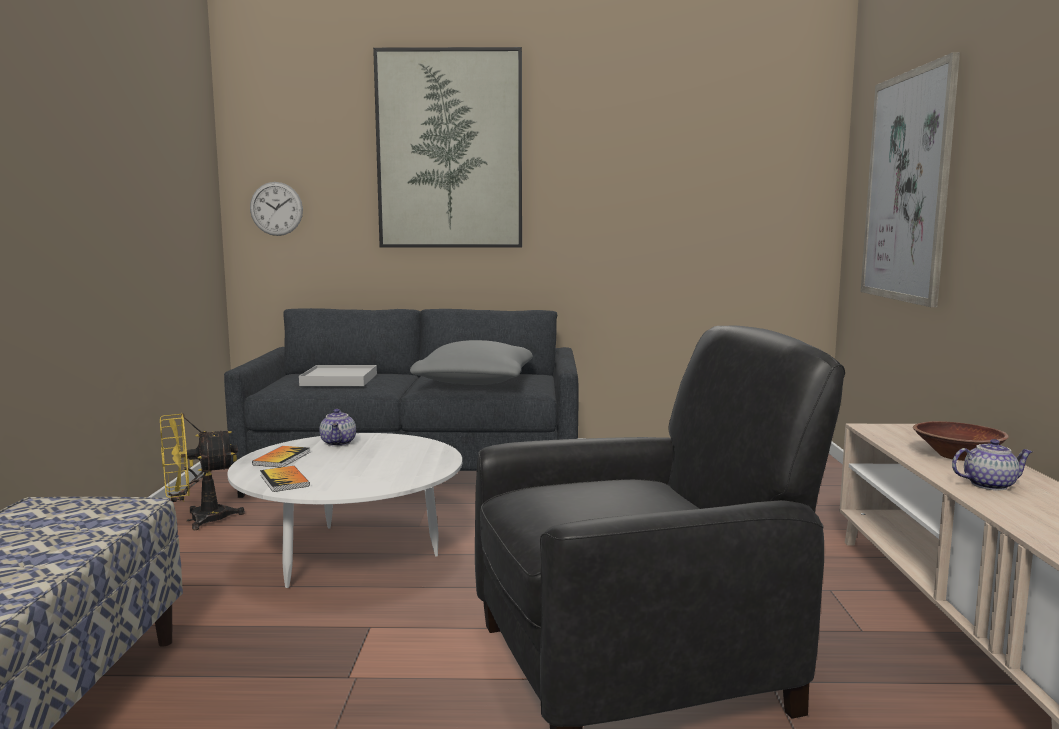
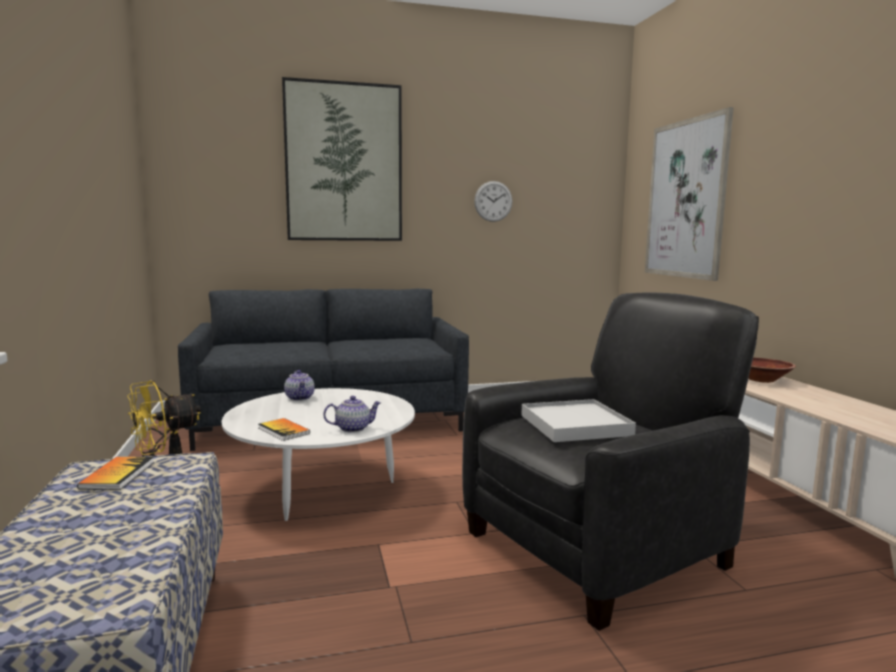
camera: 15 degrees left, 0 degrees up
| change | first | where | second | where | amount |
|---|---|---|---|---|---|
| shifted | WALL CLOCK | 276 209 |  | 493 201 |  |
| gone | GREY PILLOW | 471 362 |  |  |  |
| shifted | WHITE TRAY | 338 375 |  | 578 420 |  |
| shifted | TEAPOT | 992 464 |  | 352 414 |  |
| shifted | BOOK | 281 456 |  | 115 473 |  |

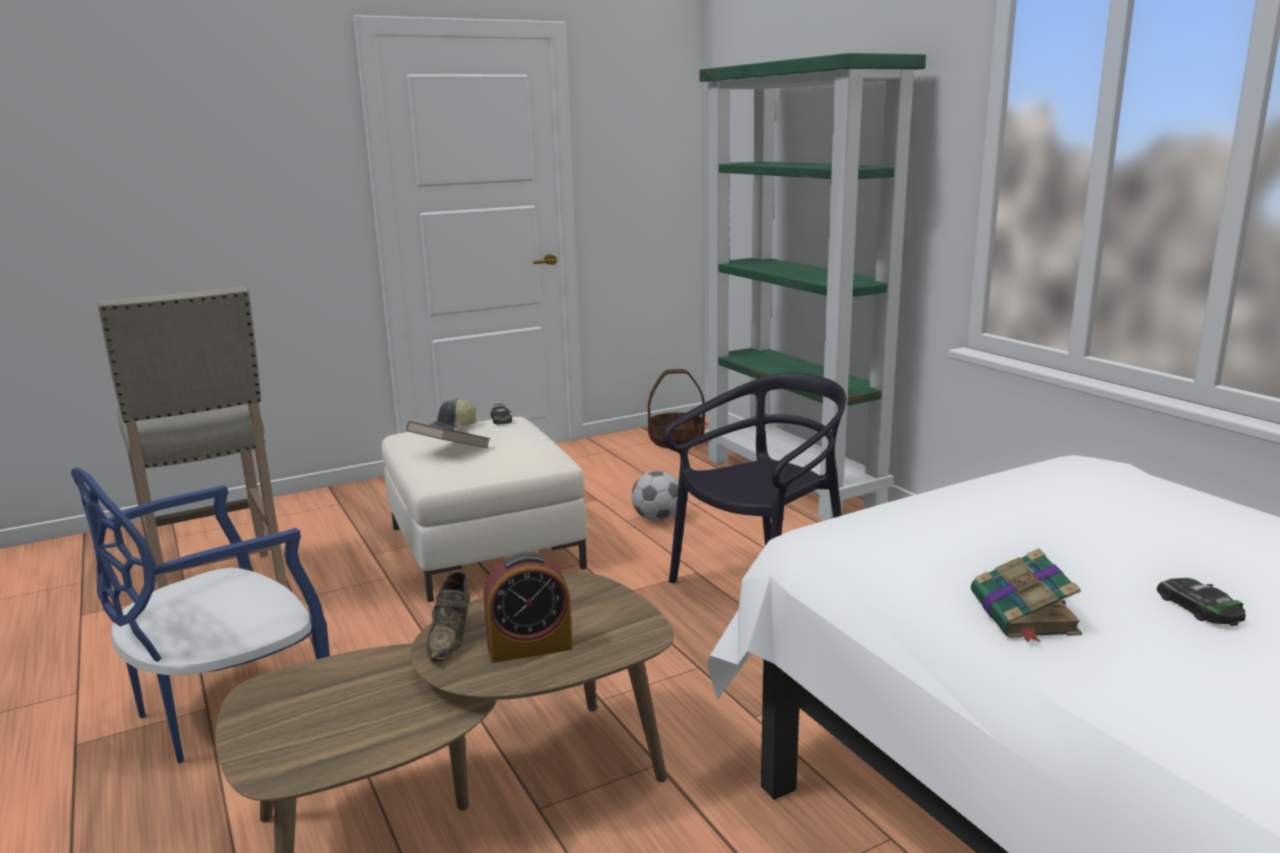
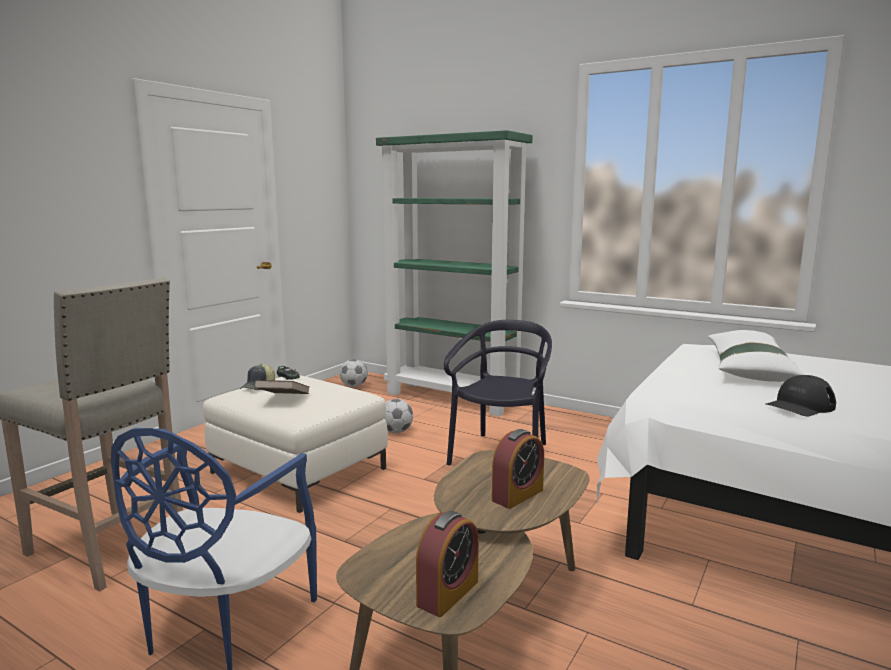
camera: 30 degrees left, 5 degrees down
| change | first | where | second | where | amount |
|---|---|---|---|---|---|
| swapped | BASKET | 676 408 | FOOTBALL | 354 373 |  |
| swapped | BOOK | 1026 595 | BLACK CAP | 800 396 |  |
| gone | BROWN SHOE | 448 617 |  |  |  |
| gone | TOY CAR | 1201 602 |  |  |  |
| new |  |  | WHITE PILLOW | 756 356 |  |
| new |  |  | ALARM CLOCK | 447 564 |  |

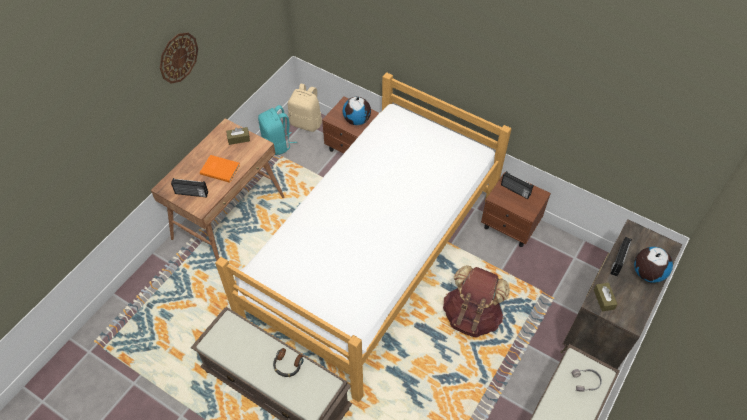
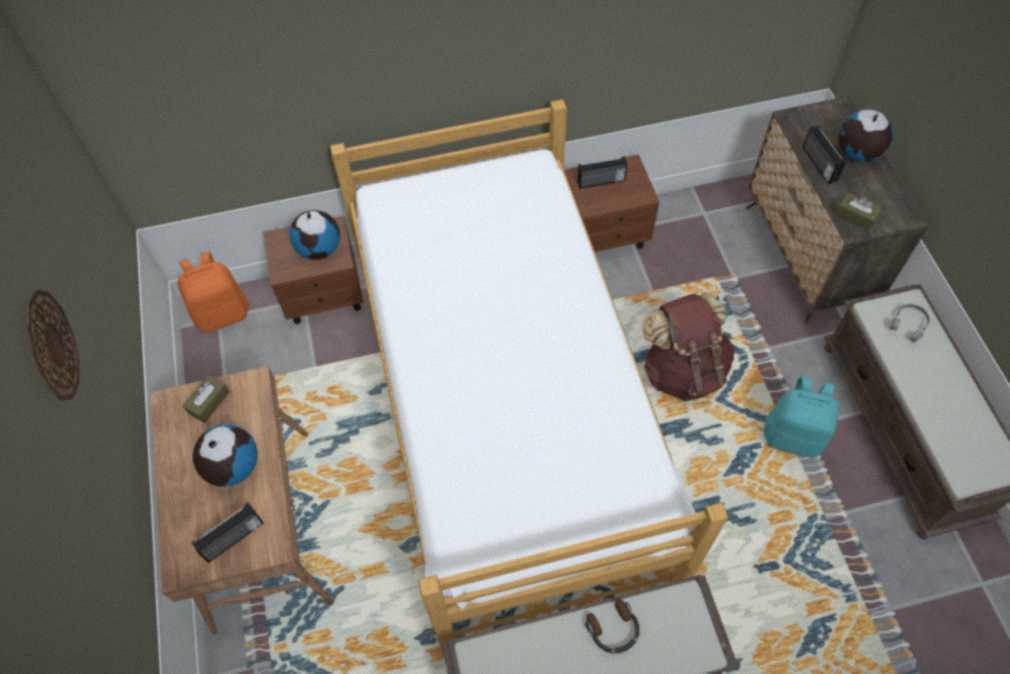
camera: 45 degrees left, 5 degrees up
| change | first | where | second | where | amount |
|---|---|---|---|---|---|
| repainted | BEIGE BACKPACK | 305 107 | ORANGE BACKPACK | 213 292 |  |
| shifted | TURQUOISE BACKPACK | 277 130 |  | 802 417 |  |
| swapped | ORANGE BOOK | 220 169 | GLOBE | 225 455 |  |

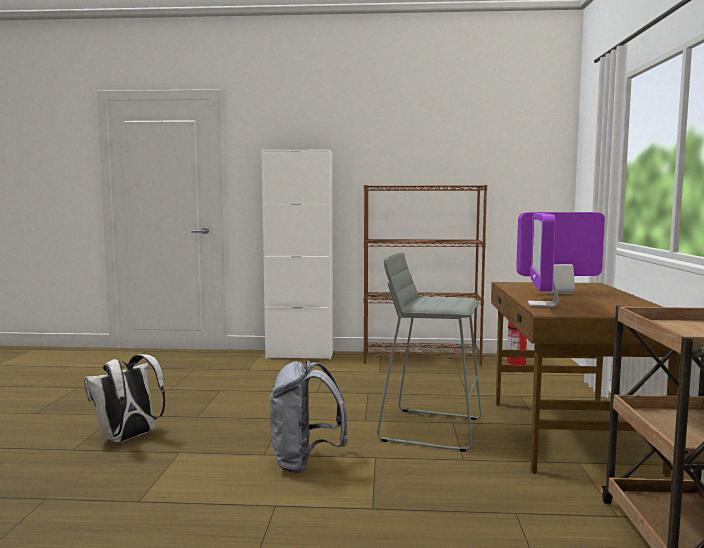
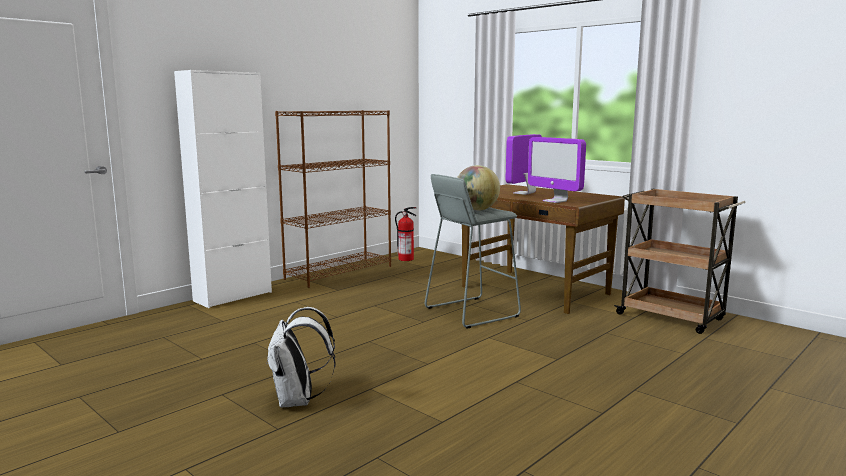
camera: 50 degrees left, 5 degrees up
| change | first | where | second | where | amount |
|---|---|---|---|---|---|
| gone | GREY BACKPACK | 308 416 |  |  |  |
| new |  |  | GLOBE | 478 188 |  |

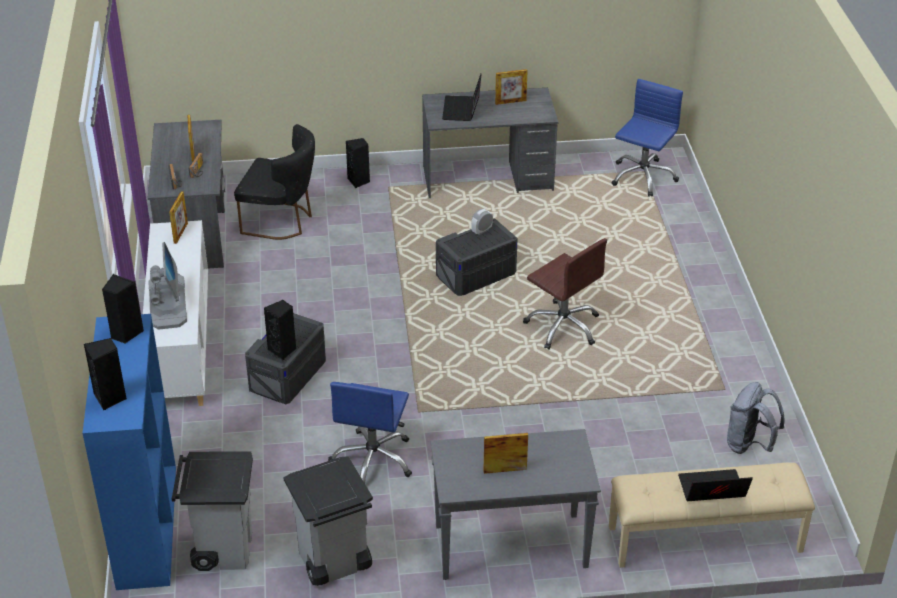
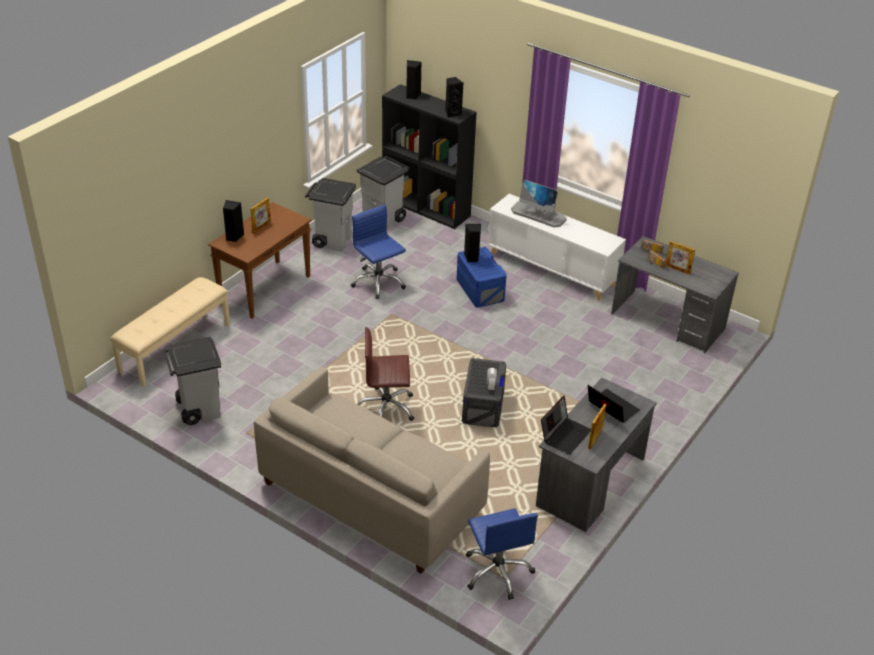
camera: 130 degrees right, 0 degrees up
| change | first | where | second | where | amount |
|---|---|---|---|---|---|
| gone | BLACK CHAIR | 274 182 |  |  |  |
| shifted | BLACK SPEAKER | 358 163 |  | 233 221 |  |
| gone | PICTURE FRAME | 178 217 |  |  |  |
| repainted | GREY STORAGE BOX | 285 358 | BLUE STORAGE BOX | 481 277 |  |
| repainted | BLUE BOOKCASE | 129 452 | BLACK BOOKCASE | 429 156 |  |
| swapped | GREY BACKPACK | 756 418 | GREY TRASH CAN | 192 381 |  |
| repainted | GREY CONSOLE TABLE | 516 504 | BROWN CONSOLE TABLE | 260 260 |  |
| shifted | LAPTOP | 715 485 |  | 566 425 |  |
| new |  |  | BEIGE SOFA | 372 470 |  |

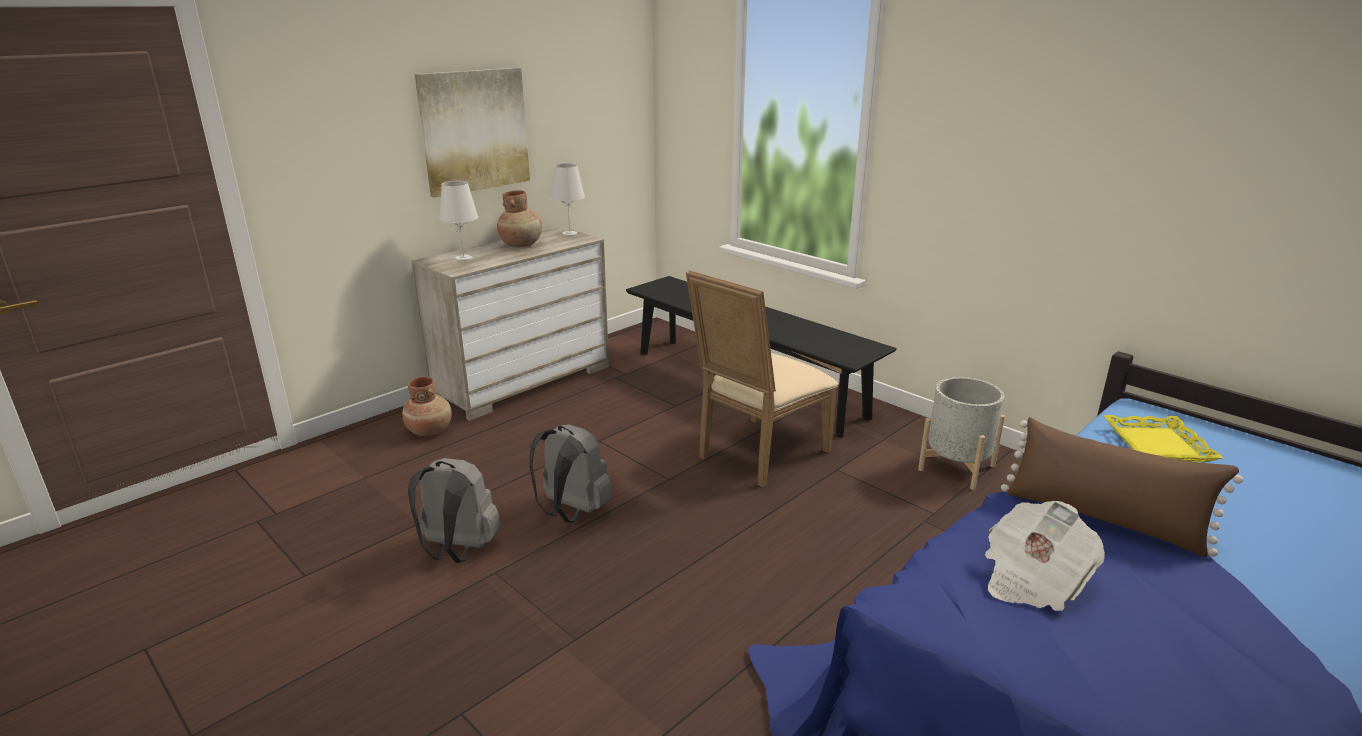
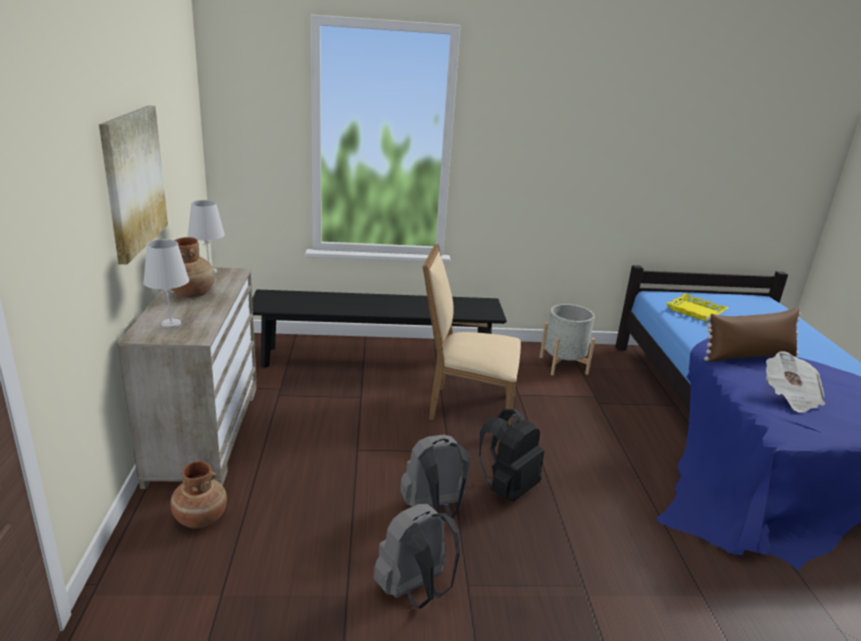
camera: 50 degrees left, 0 degrees up
| change | first | where | second | where | amount |
|---|---|---|---|---|---|
| rotated | BEIGE CHAIR | 762 379 |  | 472 334 | 105 degrees clockwise |
| new |  |  | BLACK BACKPACK | 511 455 |  |

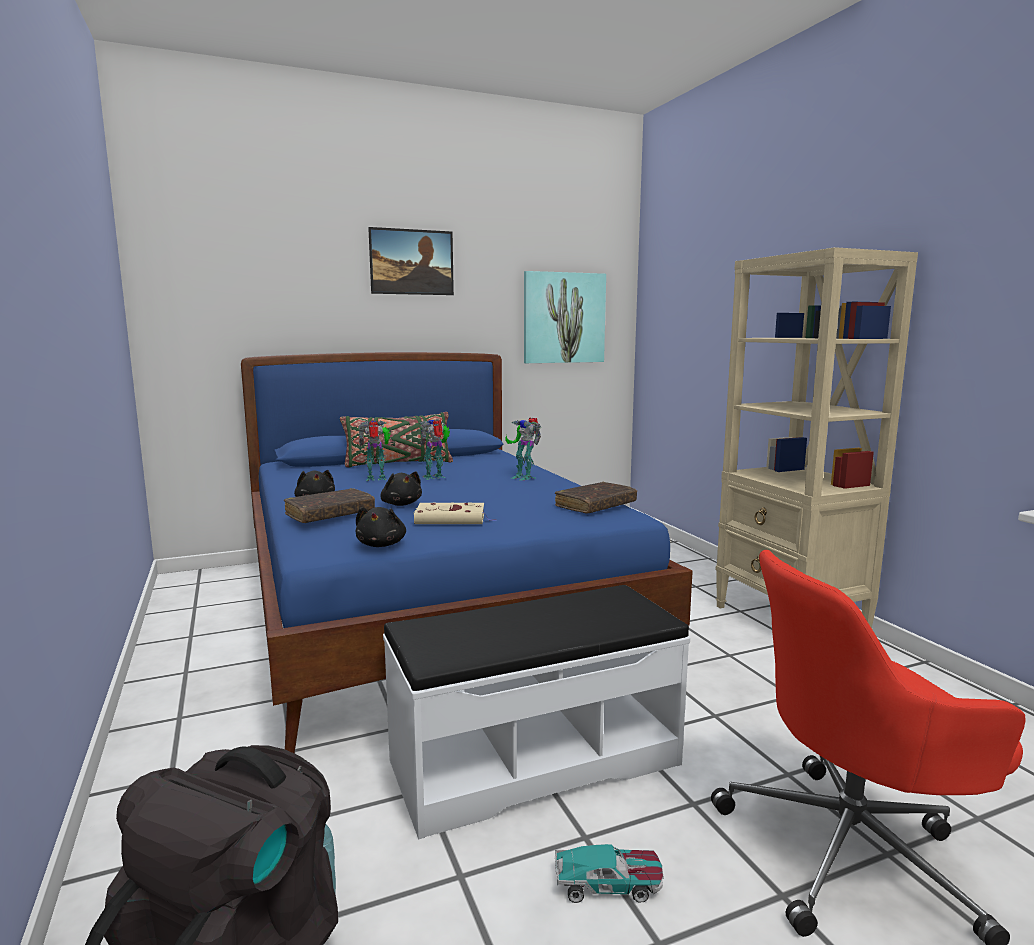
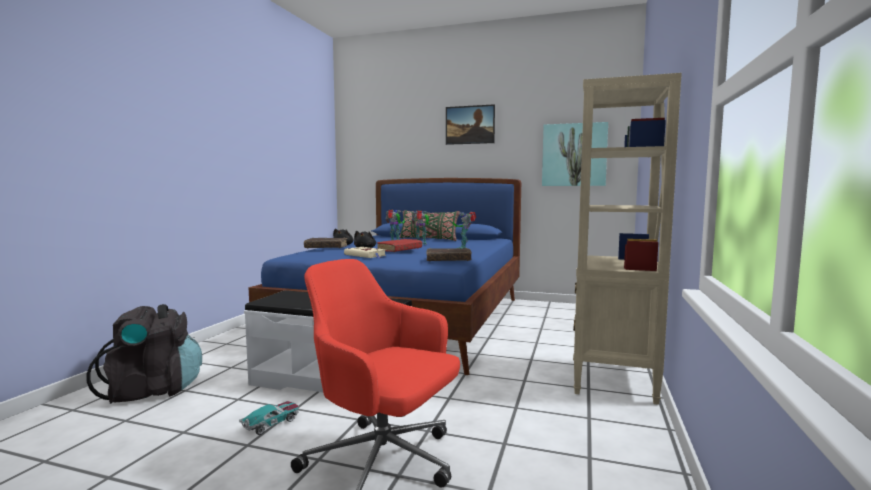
camera: 40 degrees right, 5 degrees down
| change | first | where | second | where | amount |
|---|---|---|---|---|---|
| gone | BLACK PLUSH TOY | 381 527 |  |  |  |
| rotated | TOY CAR | 609 873 |  | 269 418 | 90 degrees counterclockwise |
| new |  |  | RED BOOK | 399 245 |  |

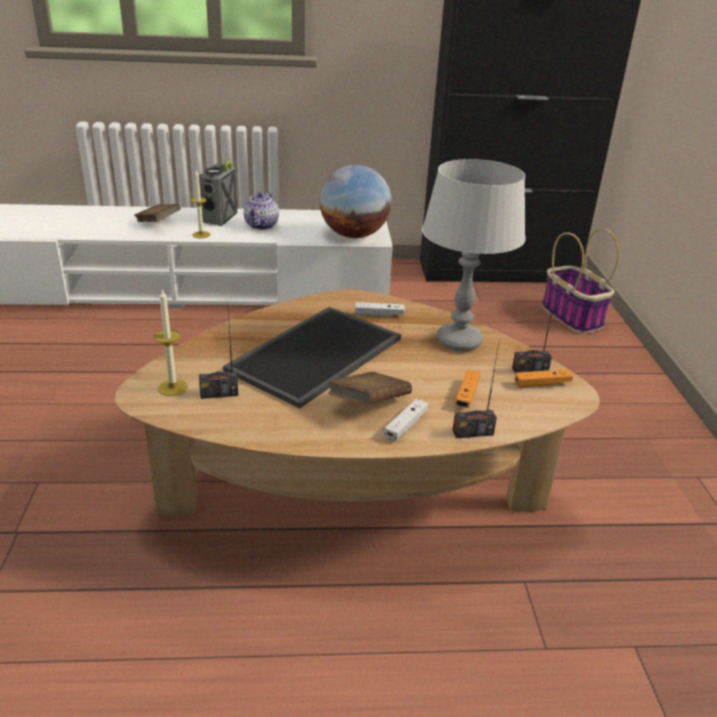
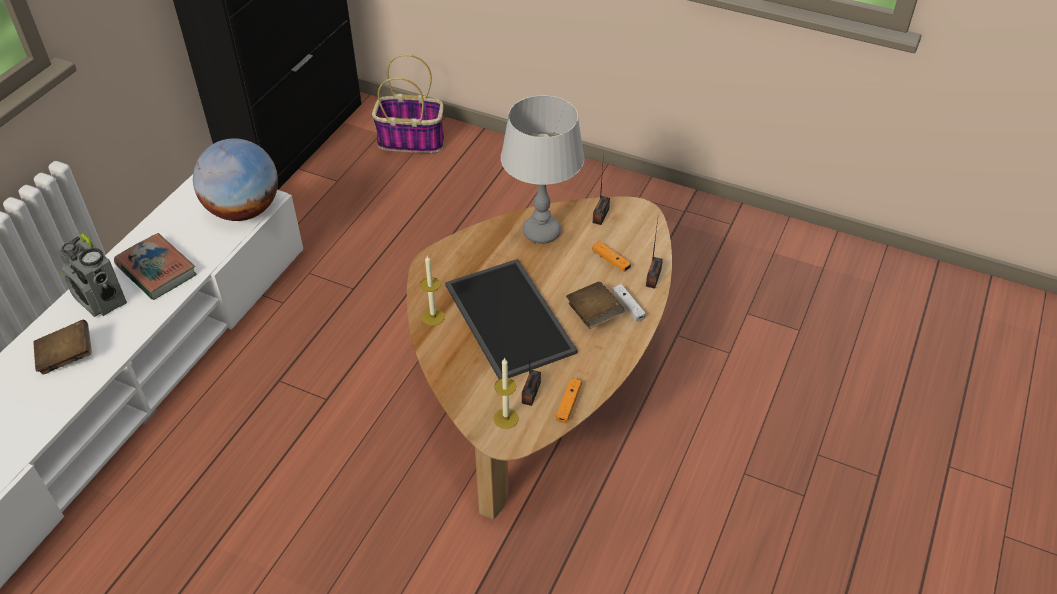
camera: 60 degrees left, 15 degrees up
| change | first | where | second | where | amount |
|---|---|---|---|---|---|
| shifted | CANDLE | 200 203 |  | 432 291 |  |
| swapped | TEAPOT | 261 211 | BOOK | 155 266 |  |
| gone | WHITE GAME CONTROLLER | 380 309 |  |  |  |
| shifted | ORANGE GAME CONTROLLER | 544 378 |  | 569 400 |  |

